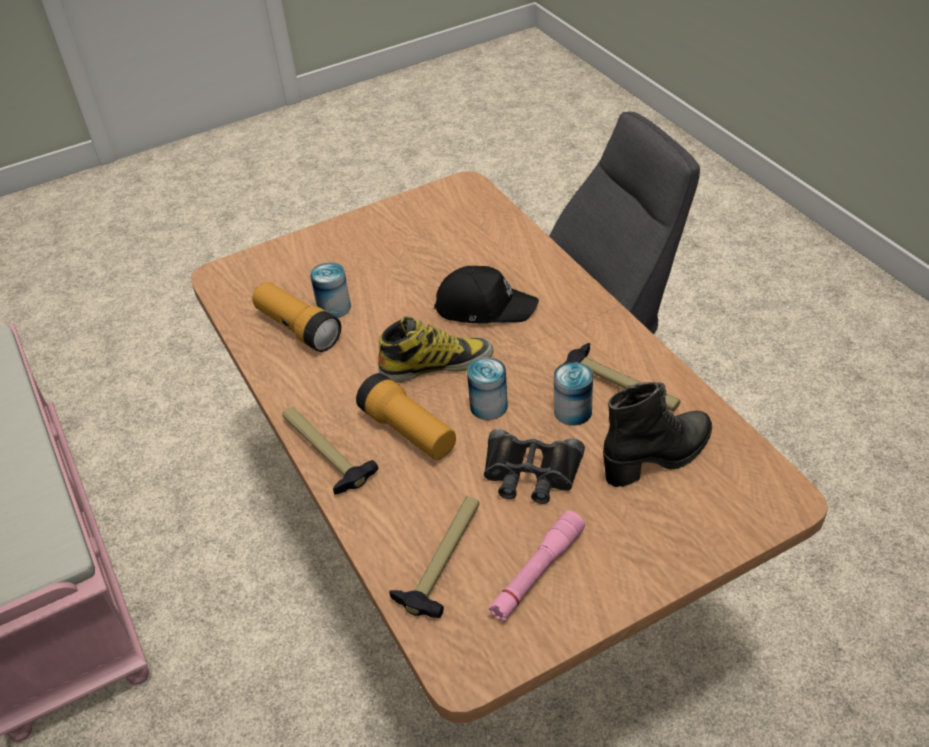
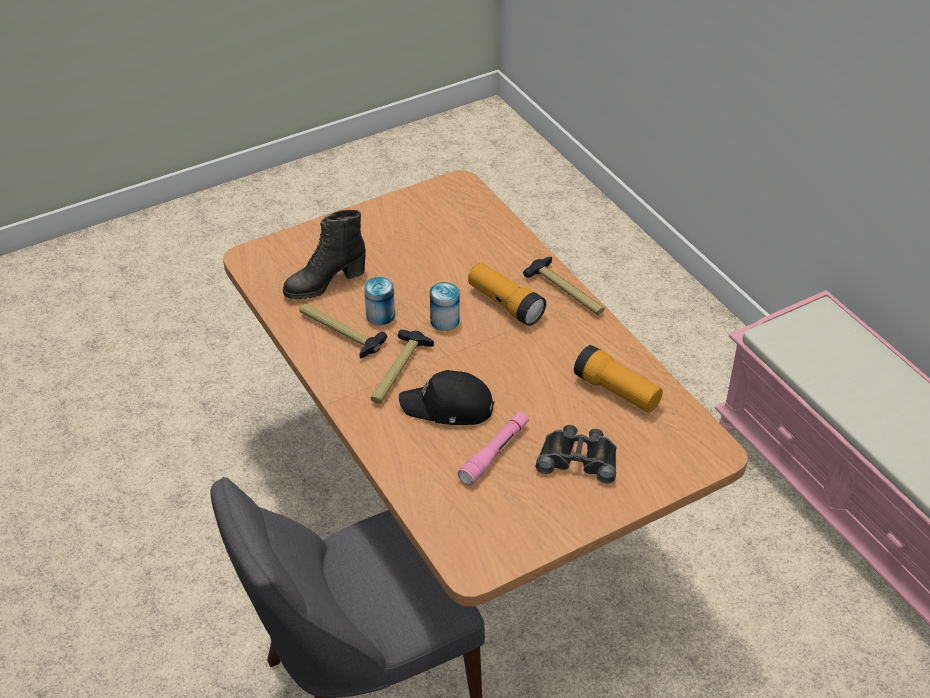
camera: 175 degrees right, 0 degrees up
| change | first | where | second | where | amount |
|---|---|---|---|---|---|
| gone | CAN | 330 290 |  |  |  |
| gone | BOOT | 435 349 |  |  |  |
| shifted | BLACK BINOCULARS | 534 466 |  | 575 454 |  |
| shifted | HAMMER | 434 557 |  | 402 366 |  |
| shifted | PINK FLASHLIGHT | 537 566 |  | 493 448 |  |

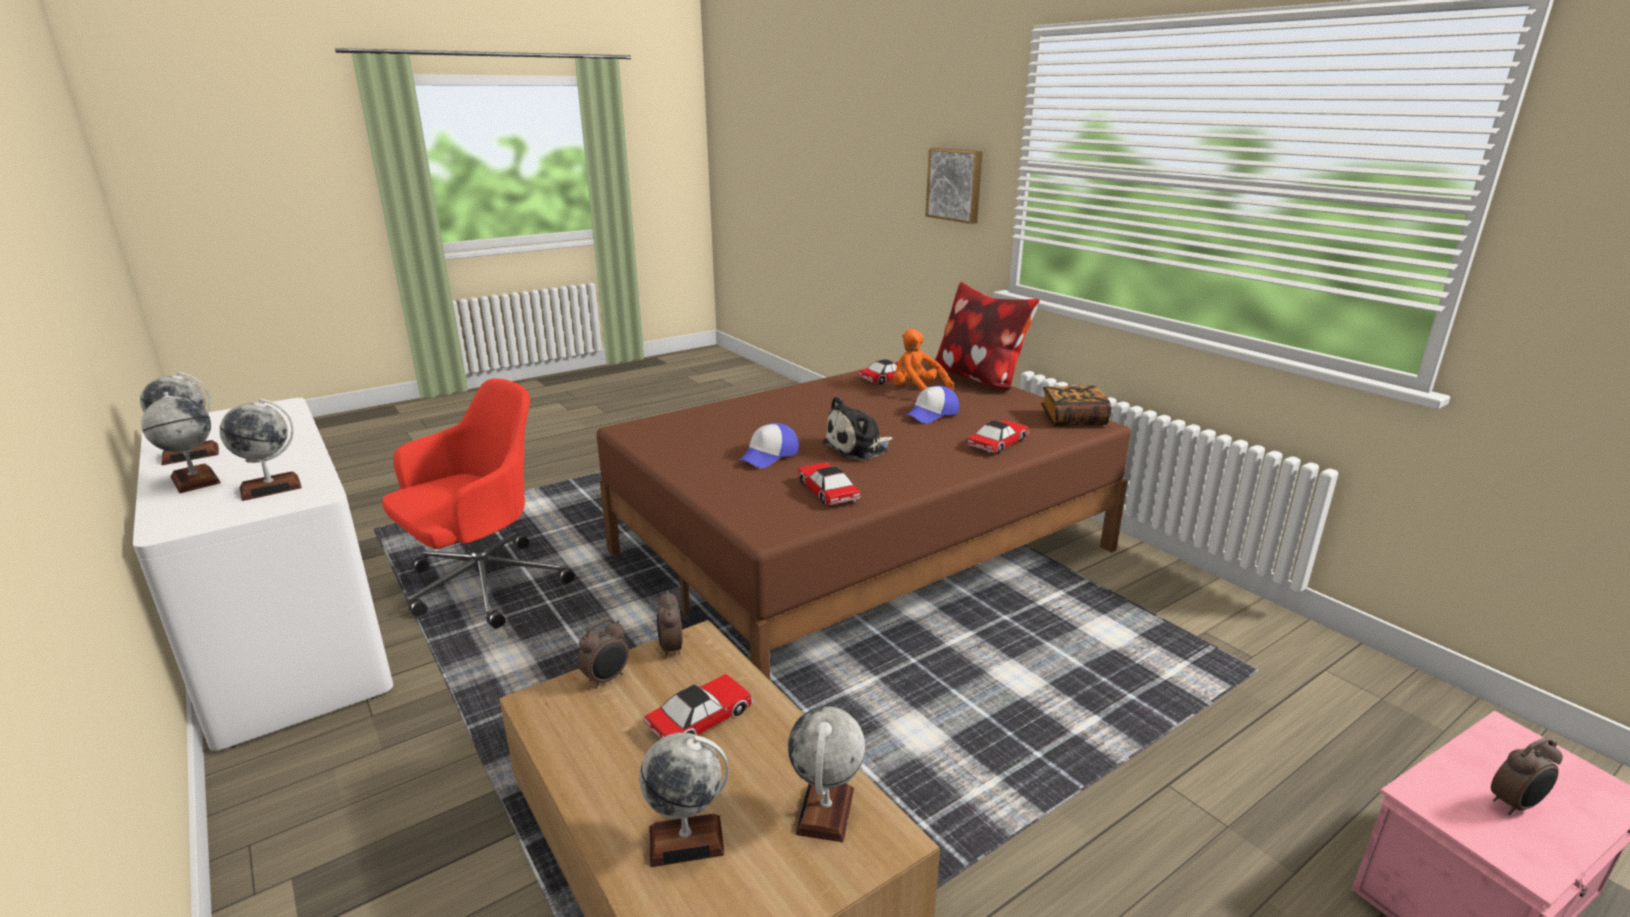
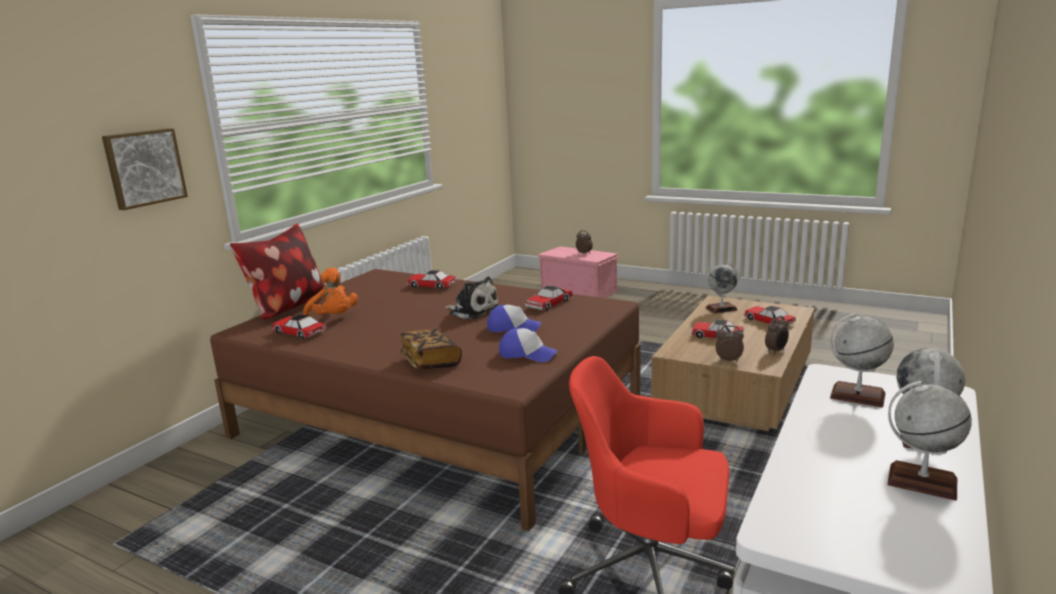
camera: 115 degrees left, 5 degrees down
| change | first | where | second | where | amount |
|---|---|---|---|---|---|
| rotated | ORANGE PLUSH TOY | 923 360 |  | 330 291 | 60 degrees counterclockwise |
| shifted | CAP | 931 404 |  | 528 345 |  |
| shifted | BOOK | 1076 406 |  | 431 349 |  |
| shifted | ALARM CLOCK | 670 624 |  | 777 335 |  |
| swapped | GLOBE | 683 799 | TOY CAR | 770 315 |  |

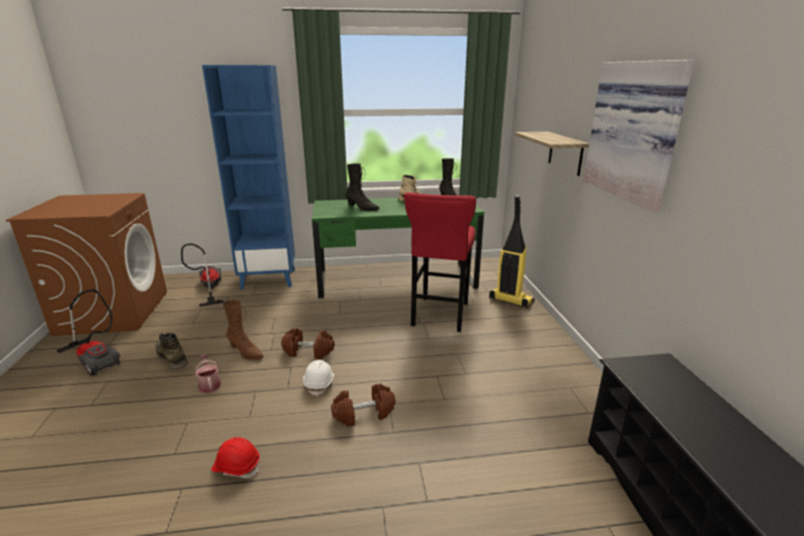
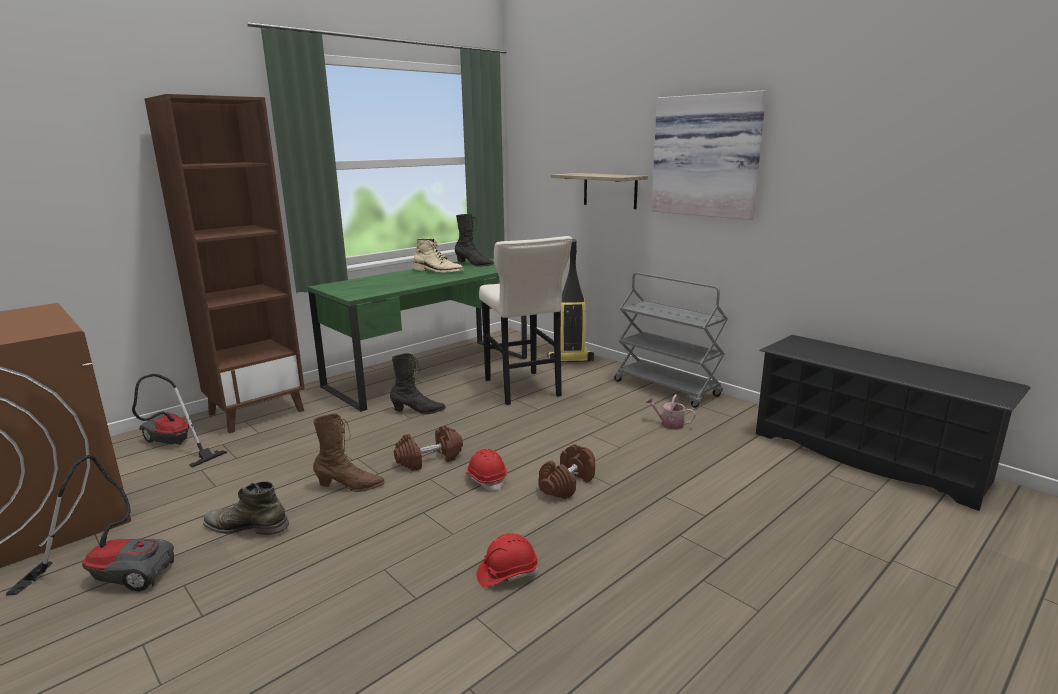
camera: 35 degrees left, 5 degrees down
| change | first | where | second | where | amount |
|---|---|---|---|---|---|
| repainted | BLUE BOOKCASE | 248 177 | BROWN BOOKCASE | 225 263 |  |
| shifted | BLACK BOOT | 362 187 |  | 418 383 |  |
| repainted | RED STOOL | 440 262 | BEIGE STOOL | 525 320 |  |
| shifted | WATERING CAN | 208 373 |  | 670 412 |  |
| repainted | WHITE HARD HAT | 318 378 | RED HARD HAT | 486 469 |  |
| new |  |  | GREY CART | 671 340 |  |

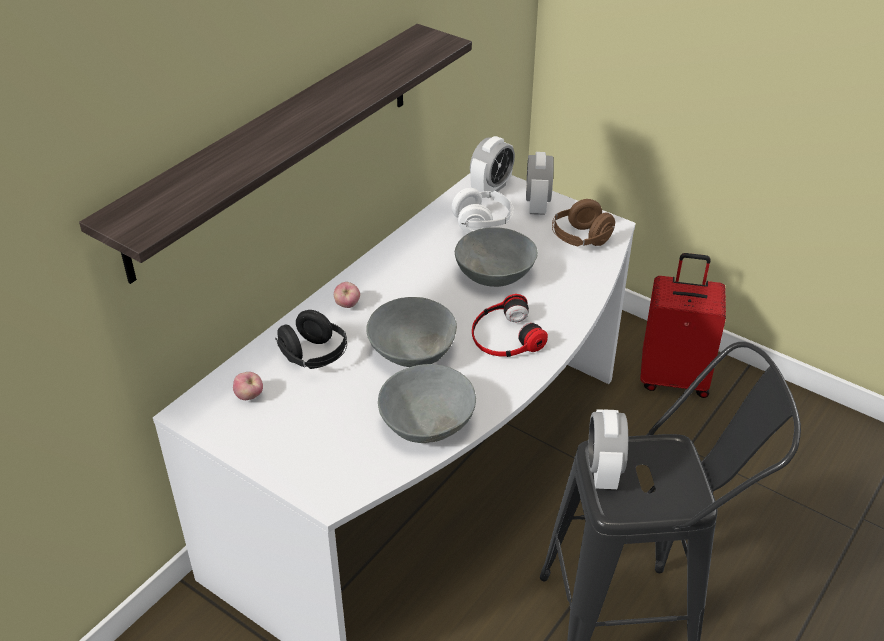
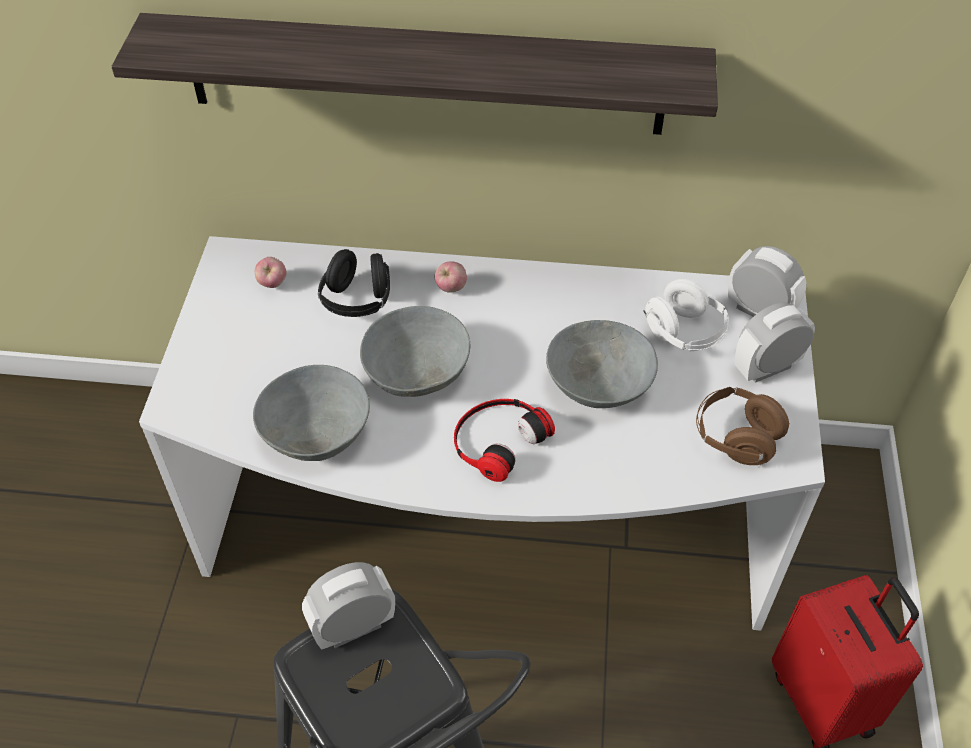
camera: 60 degrees right, 10 degrees up
| change | first | where | second | where | amount |
|---|---|---|---|---|---|
| rotated | ALARM CLOCK | 492 167 |  | 767 281 | 150 degrees counterclockwise |

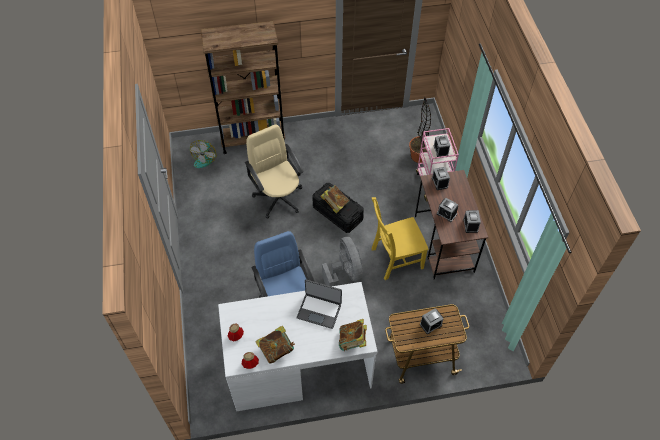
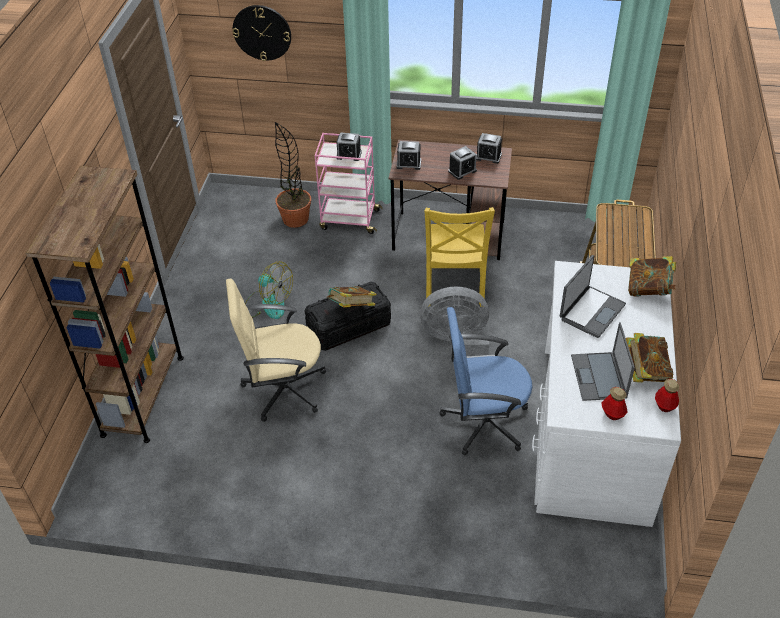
camera: 70 degrees left, 10 degrees down
| change | first | where | second | where | amount |
|---|---|---|---|---|---|
| shifted | FAN | 203 154 |  | 269 290 |  |
| gone | ALARM CLOCK | 431 321 |  |  |  |
| new |  |  | WALL CLOCK | 262 33 |  |
| new |  |  | LAPTOP | 603 361 |  |

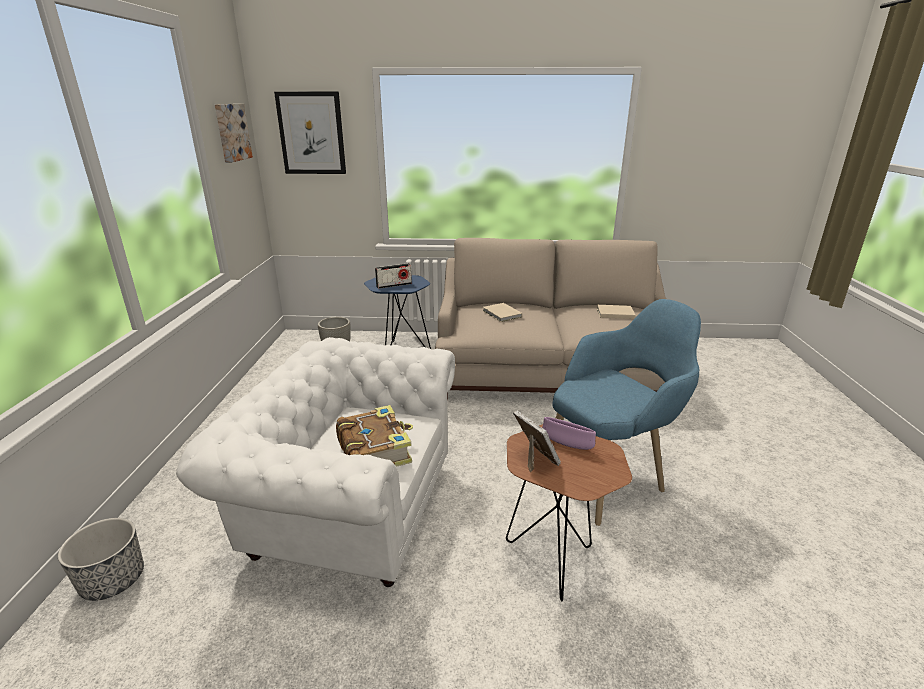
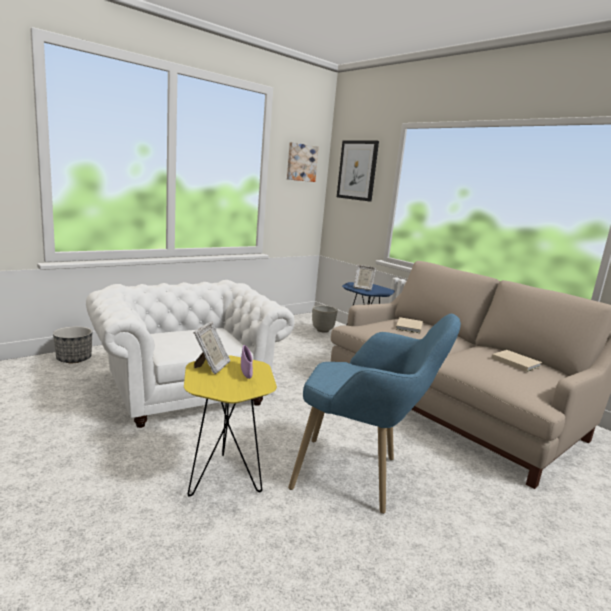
camera: 45 degrees right, 10 degrees down
| change | first | where | second | where | amount |
|---|---|---|---|---|---|
| swapped | RADIO | 393 276 | PICTURE FRAME | 364 277 |  |
| gone | BOOK | 374 436 |  |  |  |
| repainted | BROWN SIDE TABLE | 569 513 | YELLOW SIDE TABLE | 230 426 |  |

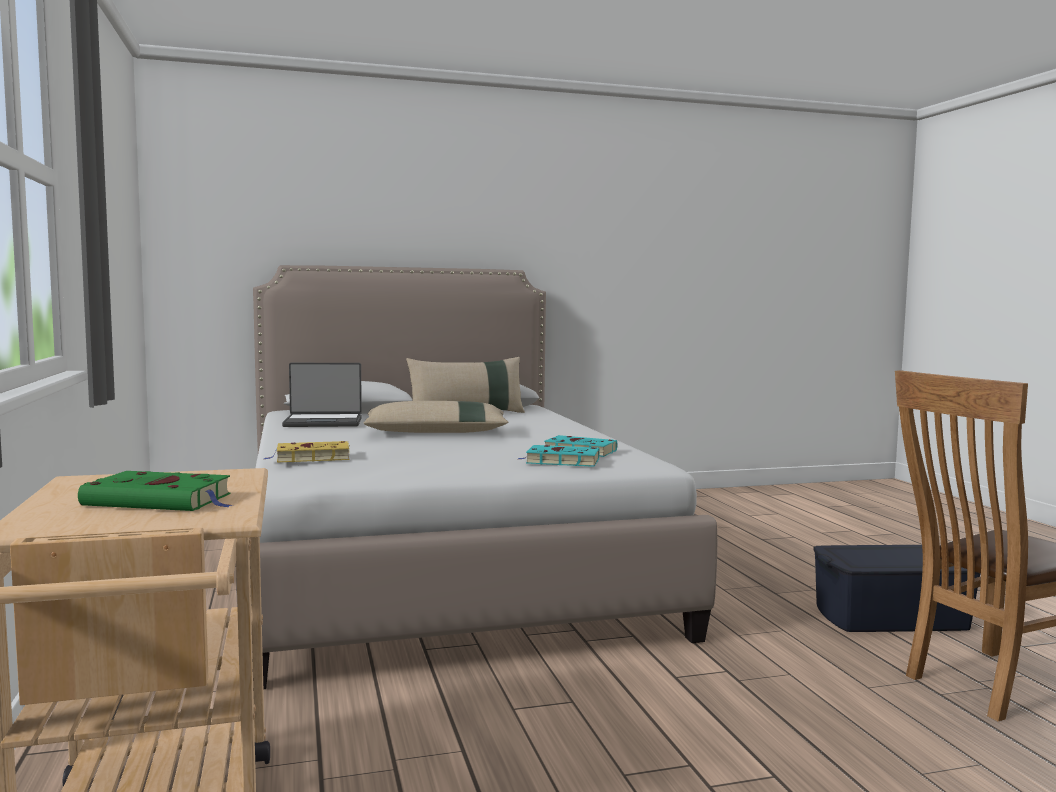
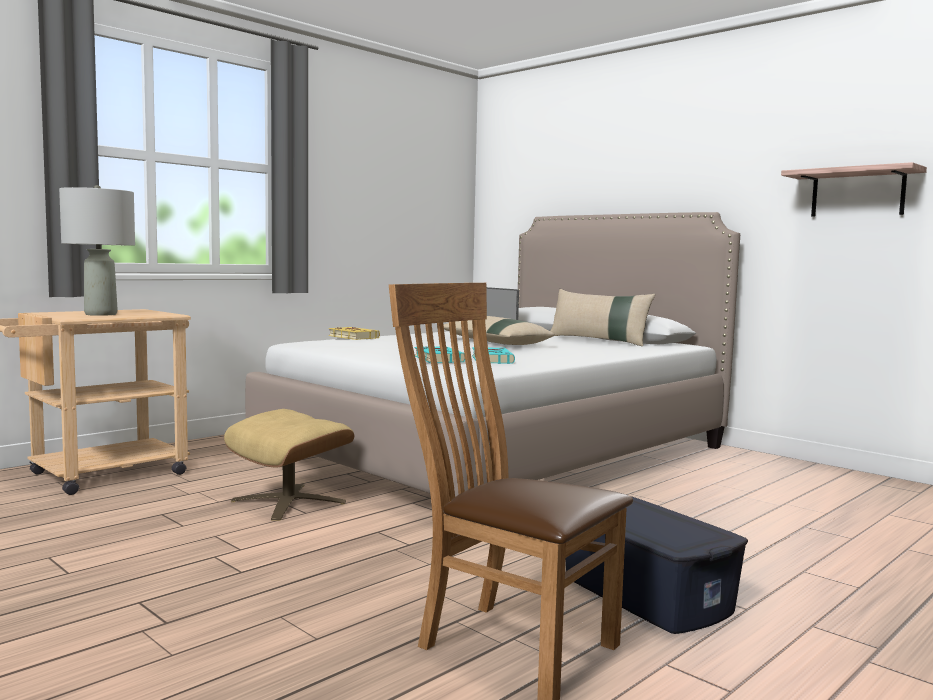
camera: 60 degrees right, 0 degrees up
| change | first | where | second | where | amount |
|---|---|---|---|---|---|
| swapped | GREEN BOOK | 155 491 | GREY TABLE LAMP | 97 250 |  |
| new |  |  | SHELF | 854 189 |  |
| new |  |  | BEIGE OTTOMAN | 289 465 |  |

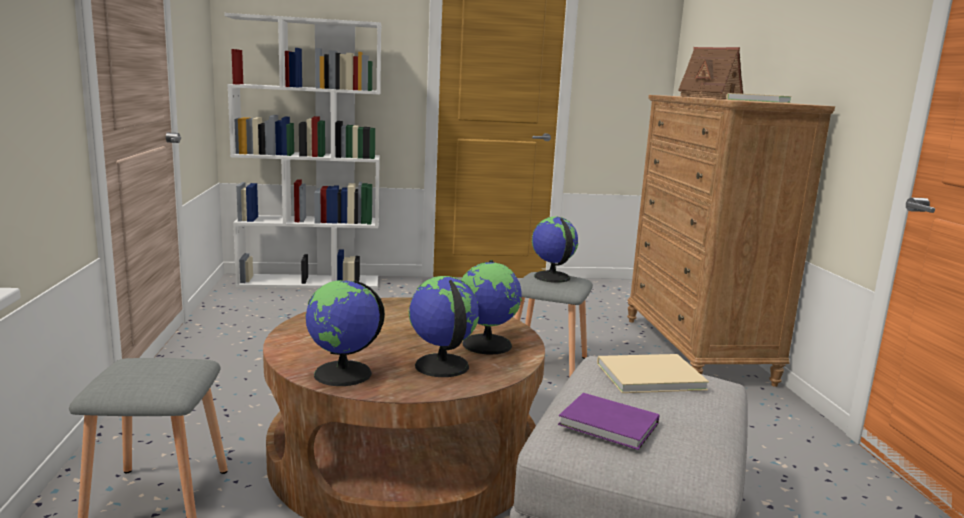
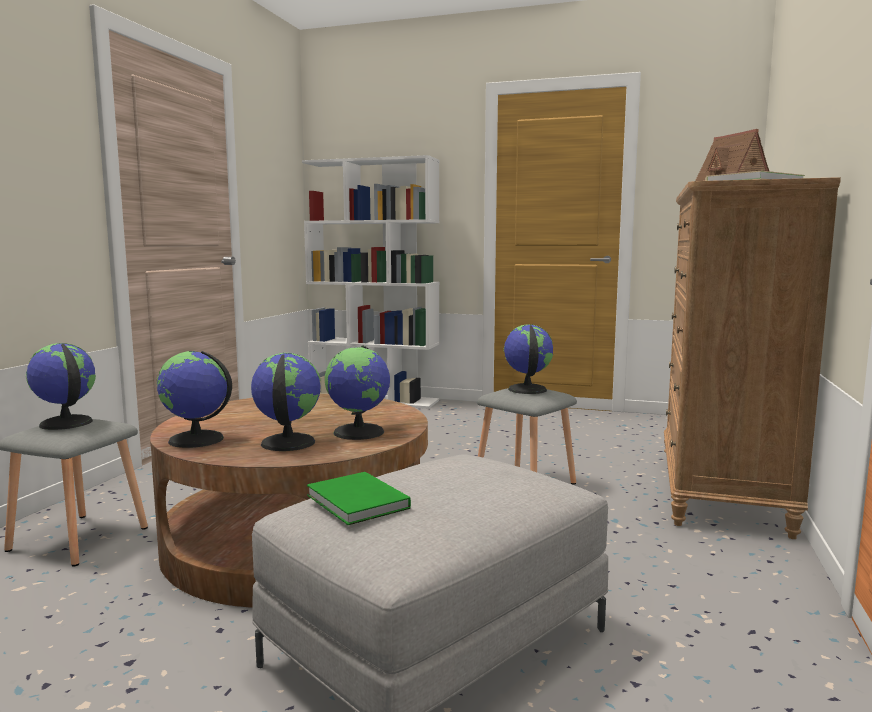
camera: 25 degrees right, 5 degrees down
| change | first | where | second | where | amount |
|---|---|---|---|---|---|
| gone | BEIGE BOOK | 653 373 |  |  |  |
| repainted | PURPLE BOOK | 609 421 | GREEN BOOK | 359 498 |  |
| new |  |  | GLOBE | 61 386 |  |

